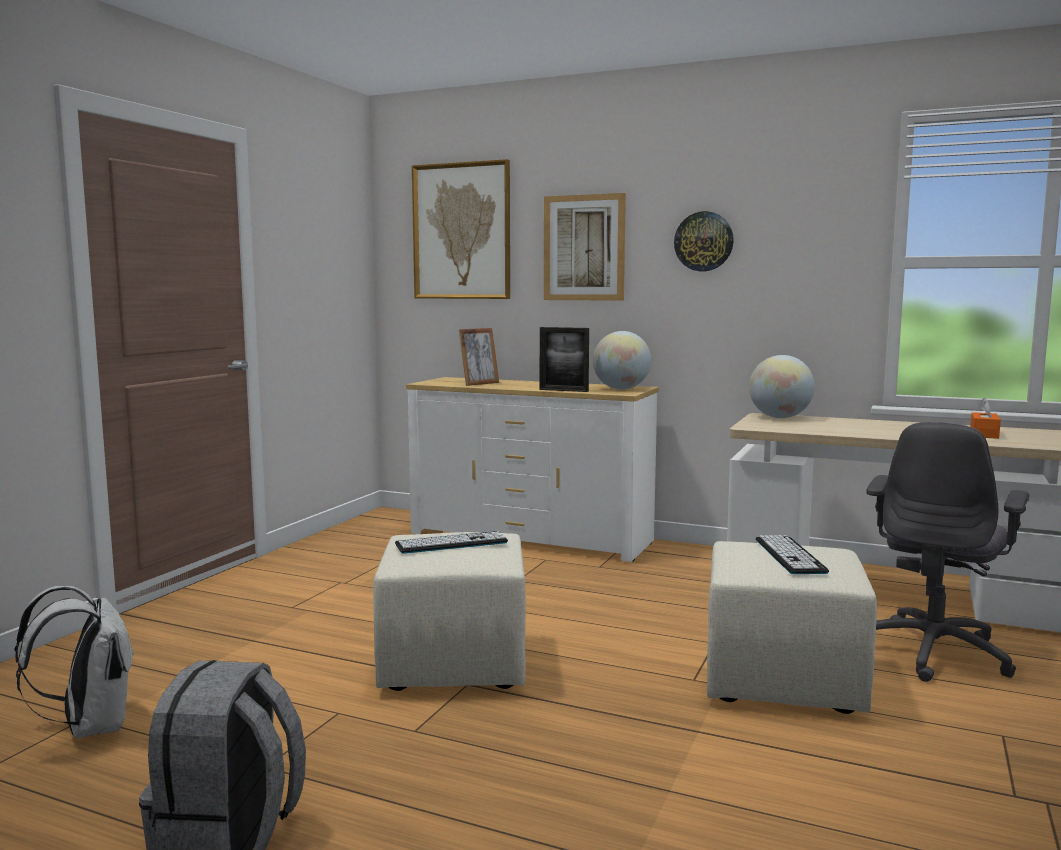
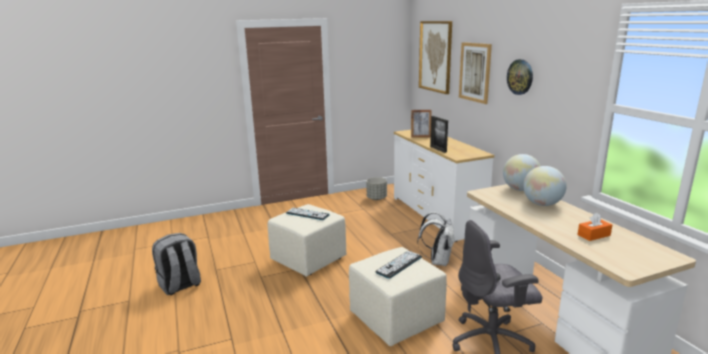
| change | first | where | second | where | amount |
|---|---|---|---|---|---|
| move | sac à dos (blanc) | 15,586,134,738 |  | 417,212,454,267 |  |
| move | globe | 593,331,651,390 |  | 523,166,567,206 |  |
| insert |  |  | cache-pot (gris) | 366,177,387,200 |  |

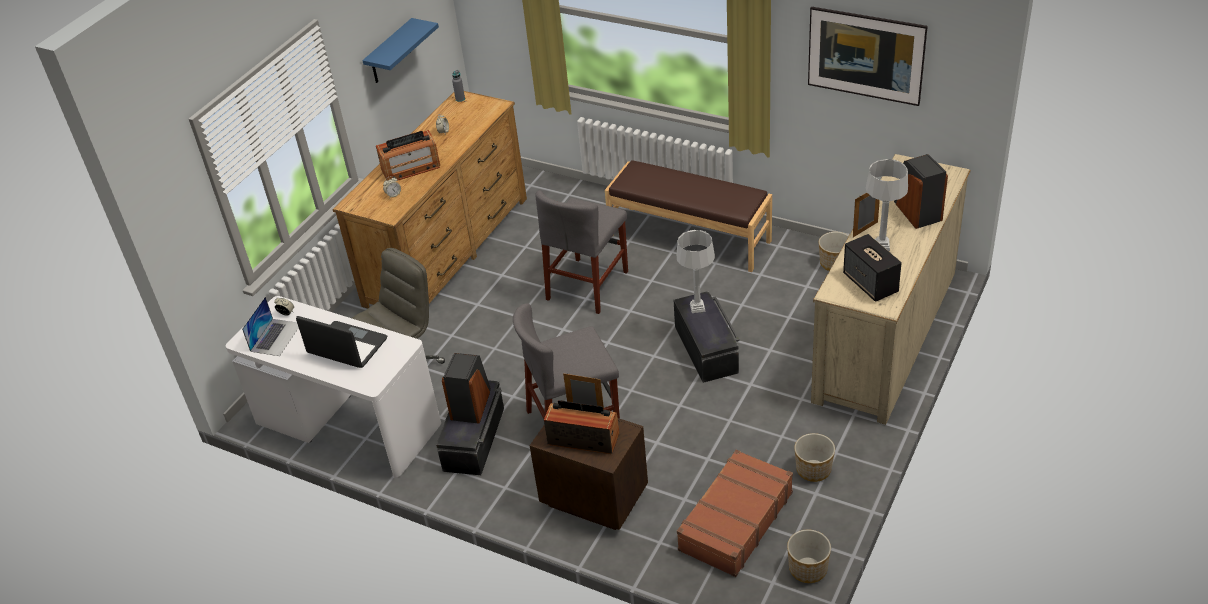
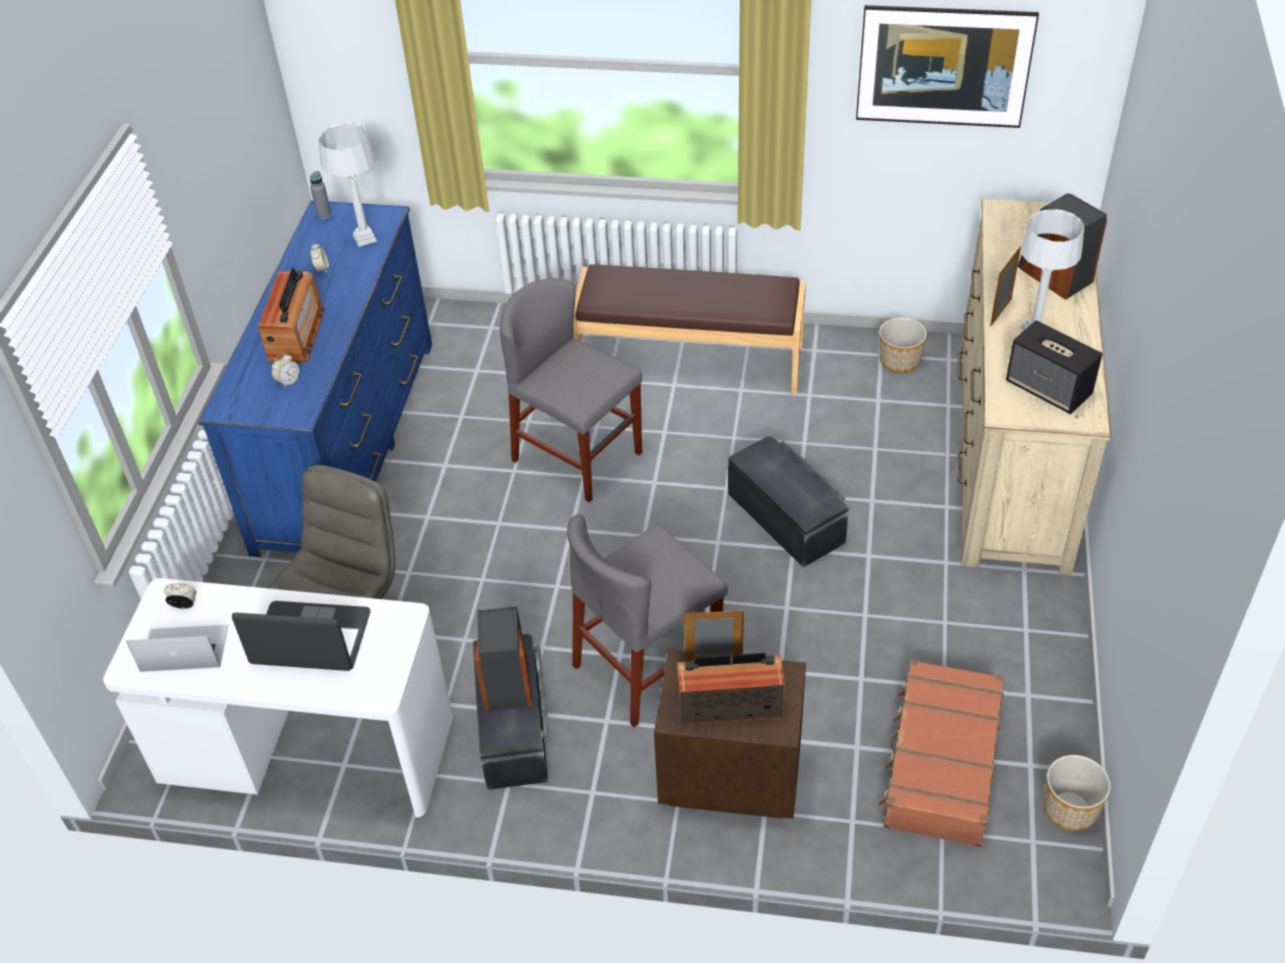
| change | first | where | second | where | amount |
|---|---|---|---|---|---|
| rotate | ordinateur portable | 242,297,299,356 |  | 126,625,228,672 | 90 degrees counterclockwise |
| recolor | commode (marron) | 332,91,527,309 | commode (bleu) | 198,201,432,557 |  |
| delete | étagère (bleu) | 362,18,439,83 |  |  |  |
| rotate | radio | 376,130,440,181 |  | 258,268,325,363 | 45 degrees counterclockwise |
| rotate | chaise (gris) | 535,190,628,314 |  | 500,278,642,503 | 120 degrees clockwise |
| move | lampe de table (gris) | 677,230,715,313 |  | 318,123,377,247 |  |
| delete | cache-pot | 794,433,835,482 |  |  |  |

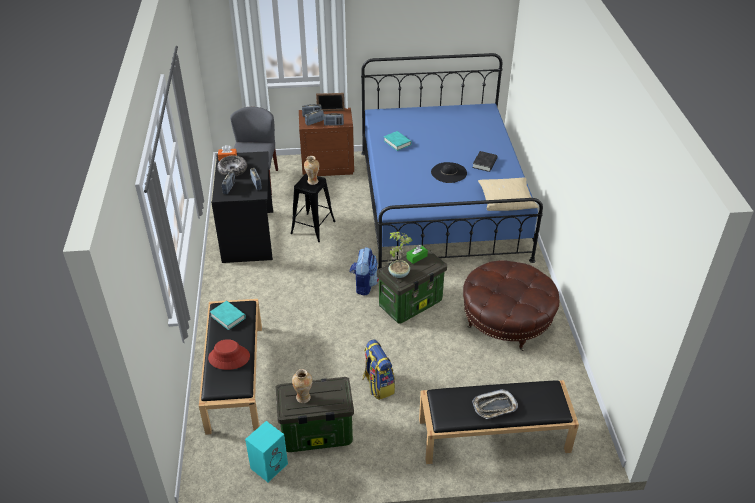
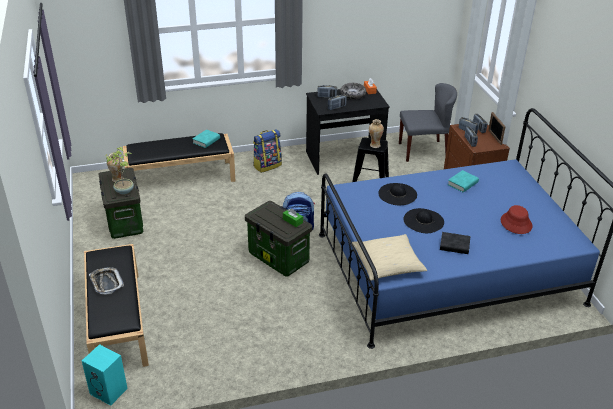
| change | first | where | second | where | amount |
|---|---|---|---|---|---|
| move | chapeau (rouge) | 208,339,250,370 |  | 501,205,533,234 |  |
| move | enceinte (turquoise) | 245,421,288,482 |  | 82,344,128,406 |  |
| move | sac à dos | 363,339,395,400 |  | 253,129,282,173 |  |
| move | plante en pot | 389,232,413,278 |  | 105,147,134,195 |  |
| delete | pouf (marron) | 463,260,559,351 |  |  |  |
| insert |  |  | chapeau (noir) | 379,183,417,205 |  |

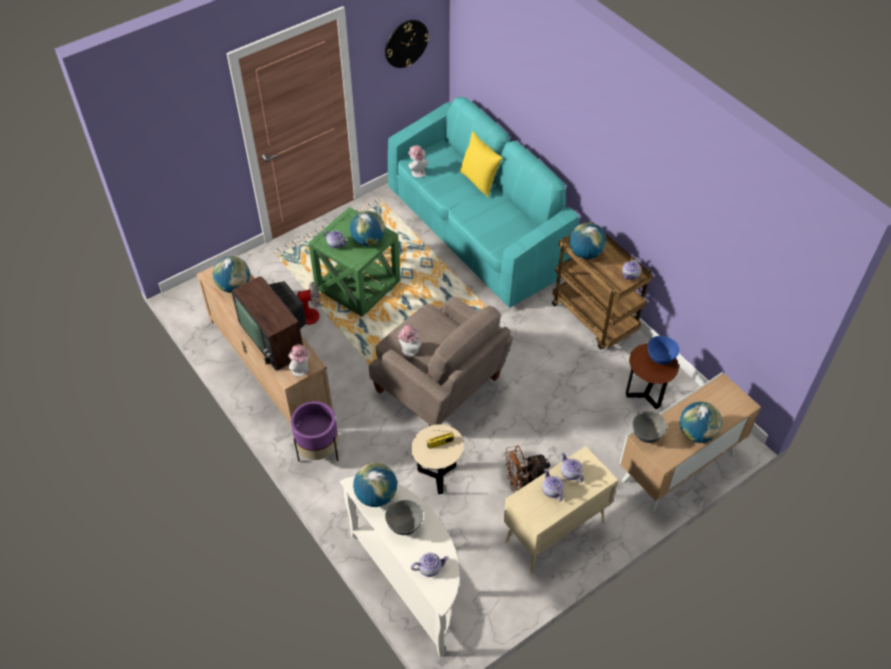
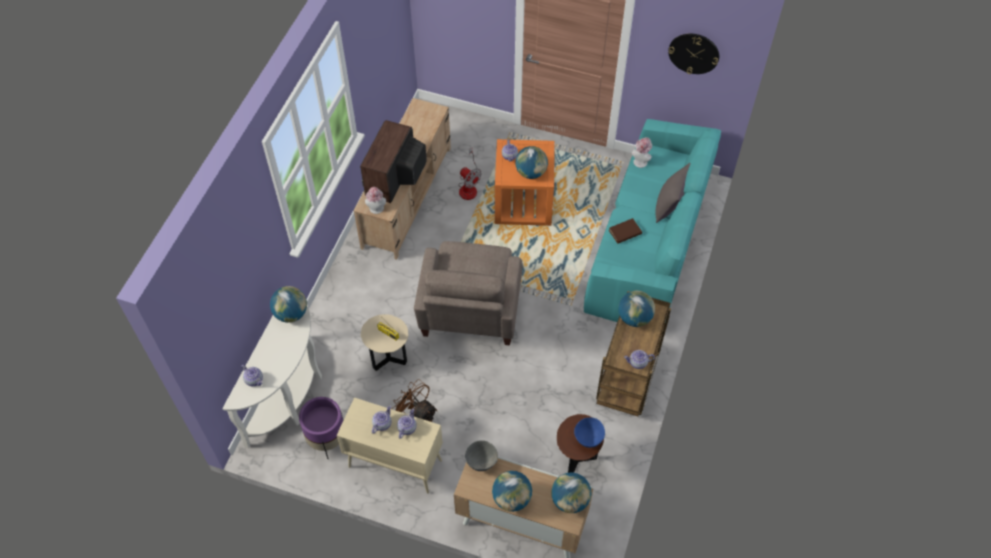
| change | first | where | second | where | amount |
|---|---|---|---|---|---|
| move | globe | 213,256,250,293 |  | 551,472,592,513 |  |
| move | cache-pot (violet) | 291,401,339,462 |  | 299,397,343,459 |  |
| recolor | table d'appoint (vert) | 308,207,401,317 | table d'appoint (orange) | 494,139,555,226 |  |
| delete | bol (gris) | 385,500,423,535 |  |  |  |
| delete | chapeau | 398,325,421,356 |  |  |  |
| recolor | coussin (jaune) | 460,131,502,198 | coussin (gris) | 656,163,691,223 |  |
| insert |  |  | livre (marron) | 609,218,642,244 |  |

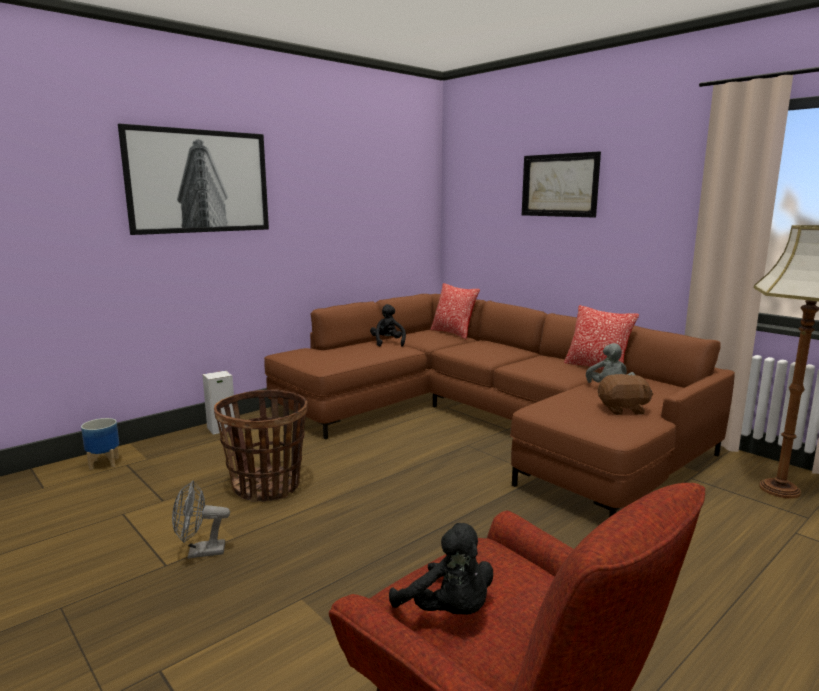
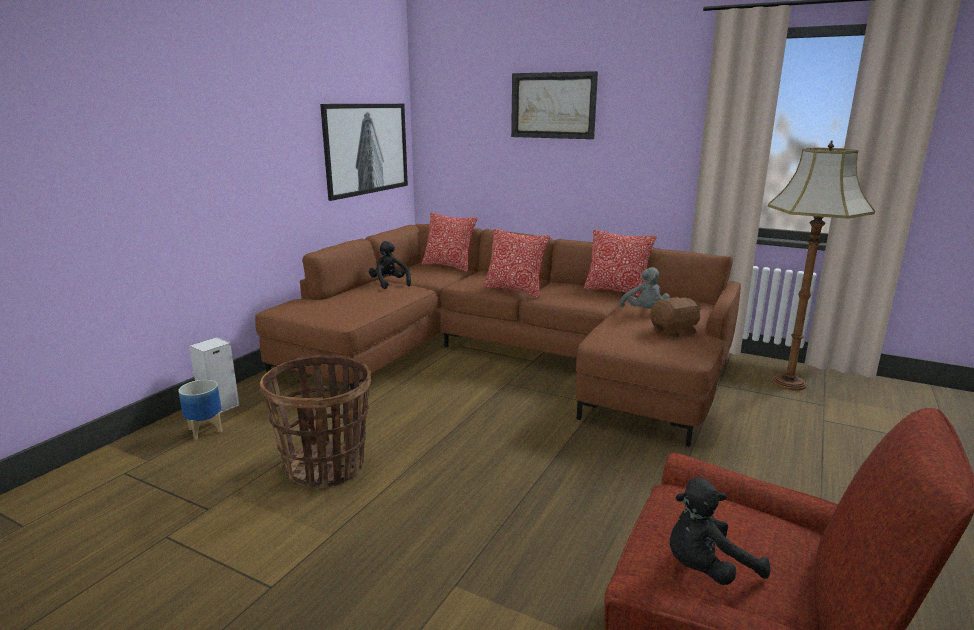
| change | first | where | second | where | amount |
|---|---|---|---|---|---|
| move | cache-pot | 81,418,119,470 |  | 178,380,222,440 |  |
| move | tableau | 118,124,269,235 |  | 320,104,408,201 |  |
| delete | ventilateur (gris) | 172,481,230,559 |  |  |  |
| rotate | peluche (noir) | 389,523,493,615 |  | 670,478,771,585 | 135 degrees clockwise |
| insert |  |  | coussin | 483,229,550,298 |  |

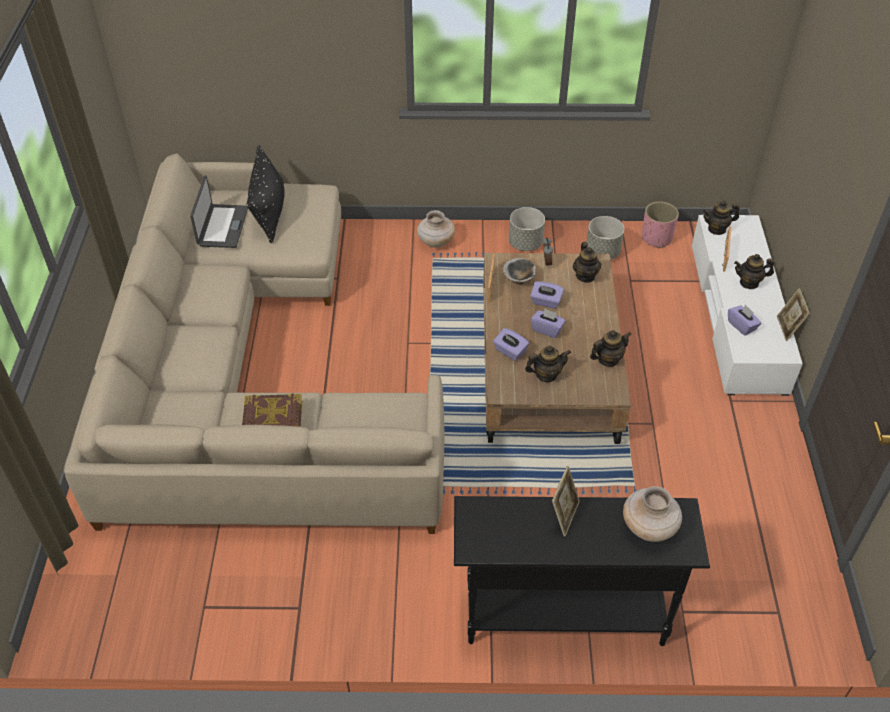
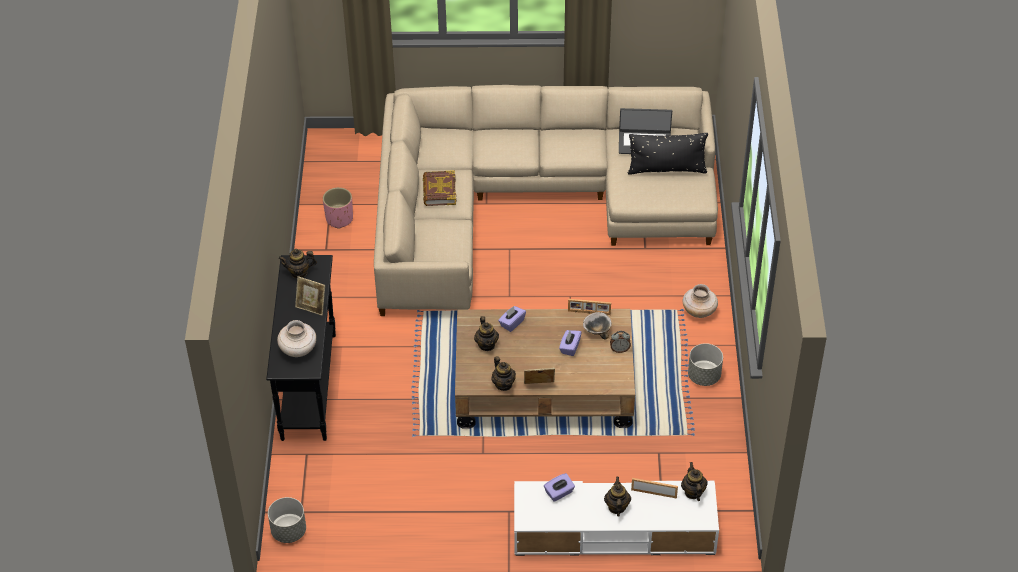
| change | first | where | second | where | amount |
|---|---|---|---|---|---|
| delete | boîte à mouchoirs (violet) | 531,308,566,338 |  |  |  |
| move | théière | 573,242,601,283 |  | 279,249,317,279 |  |
| move | cache-pot (gris) | 587,216,624,260 |  | 268,497,306,543 |  |
| move | cache-pot (rose) | 642,201,679,248 |  | 323,187,353,229 |  |
| move | cadre photo | 777,288,810,341 |  | 524,368,555,384 |  |

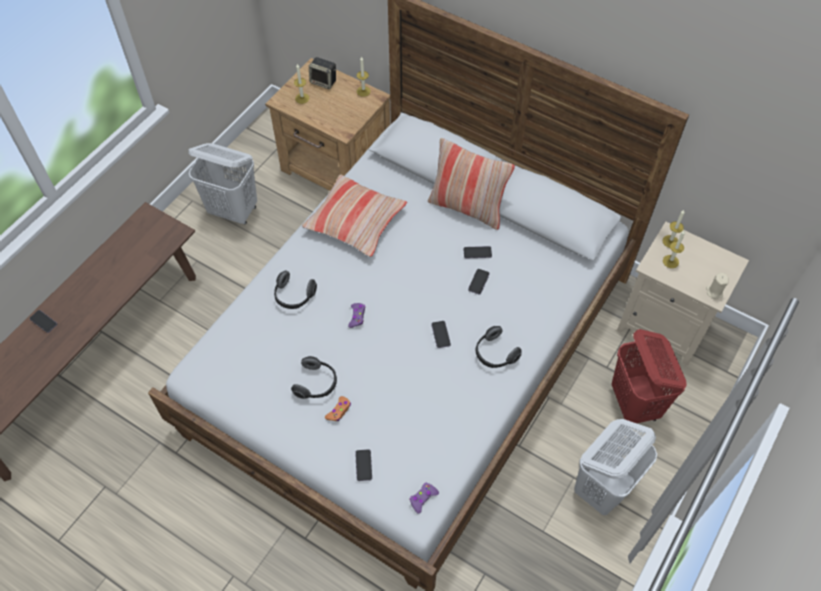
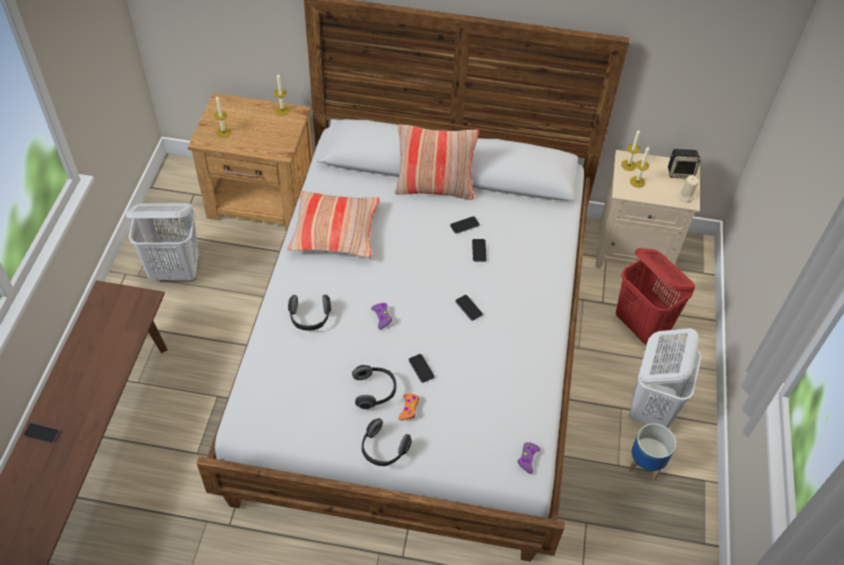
| change | first | where | second | where | amount |
|---|---|---|---|---|---|
| move | enceinte | 309,57,336,89 |  | 668,149,701,179 |  |
| move | téléphone | 355,449,372,481 |  | 409,354,435,383 |  |
| move | casque audio | 476,326,522,368 |  | 362,418,412,466 |  |
| insert |  |  | cache-pot | 629,423,676,480 |  |

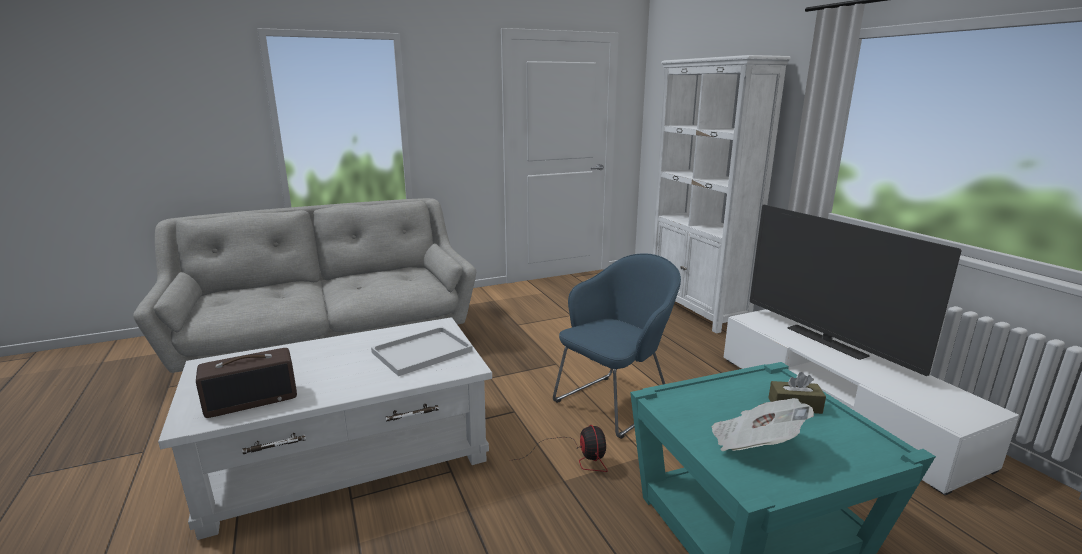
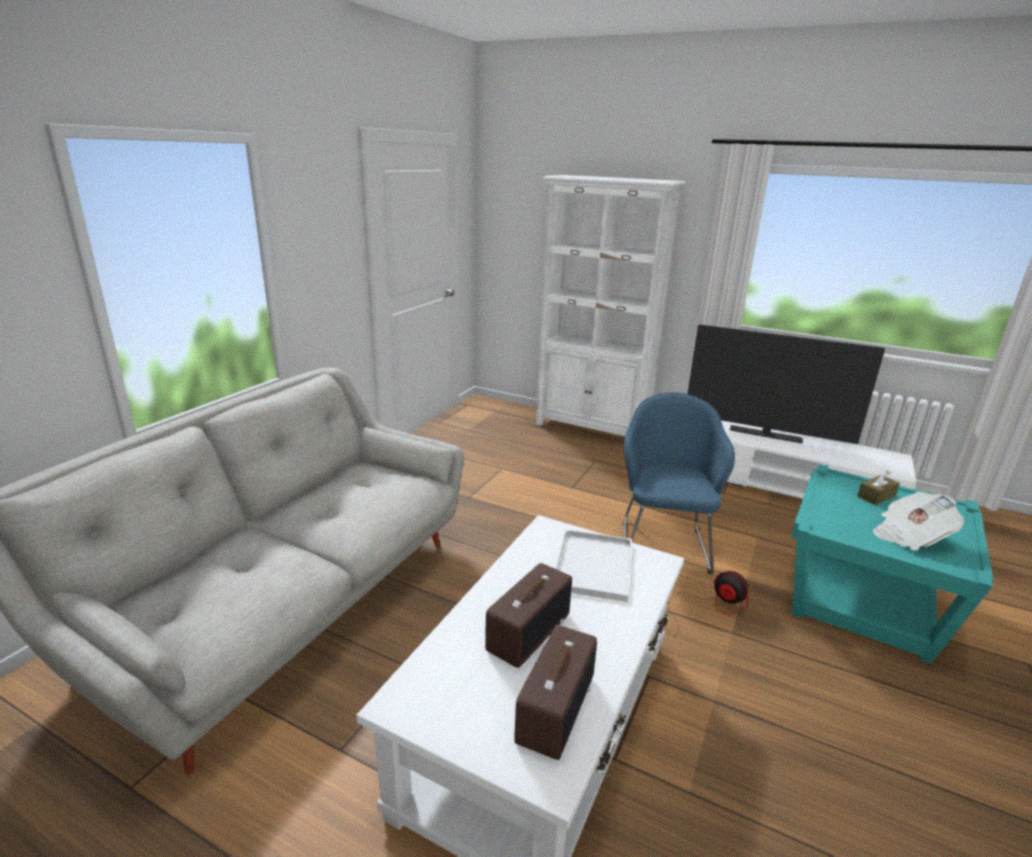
| change | first | where | second | where | amount |
|---|---|---|---|---|---|
| insert |  |  | radio | 485,563,572,668 |  |

